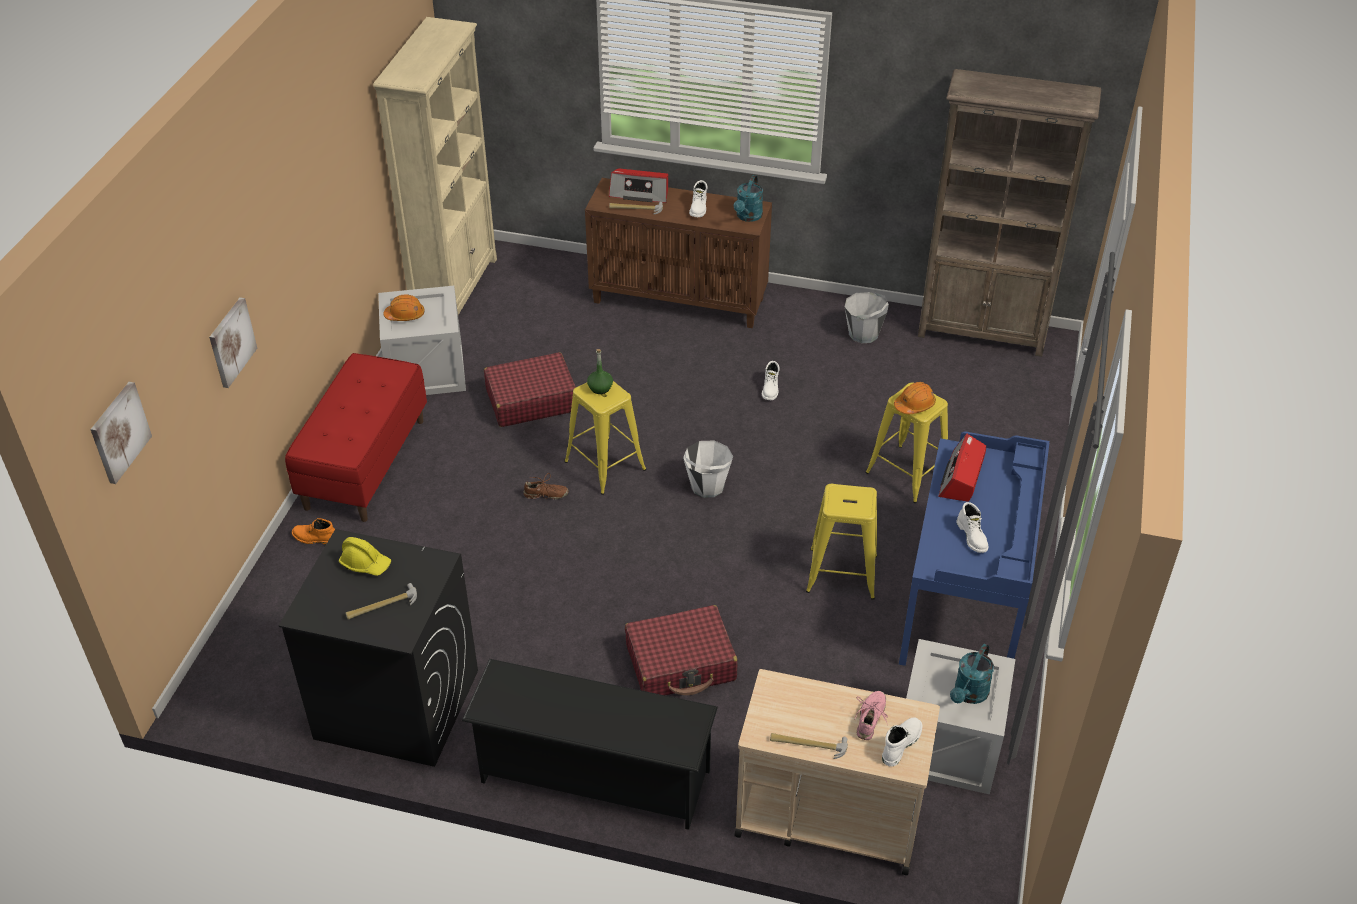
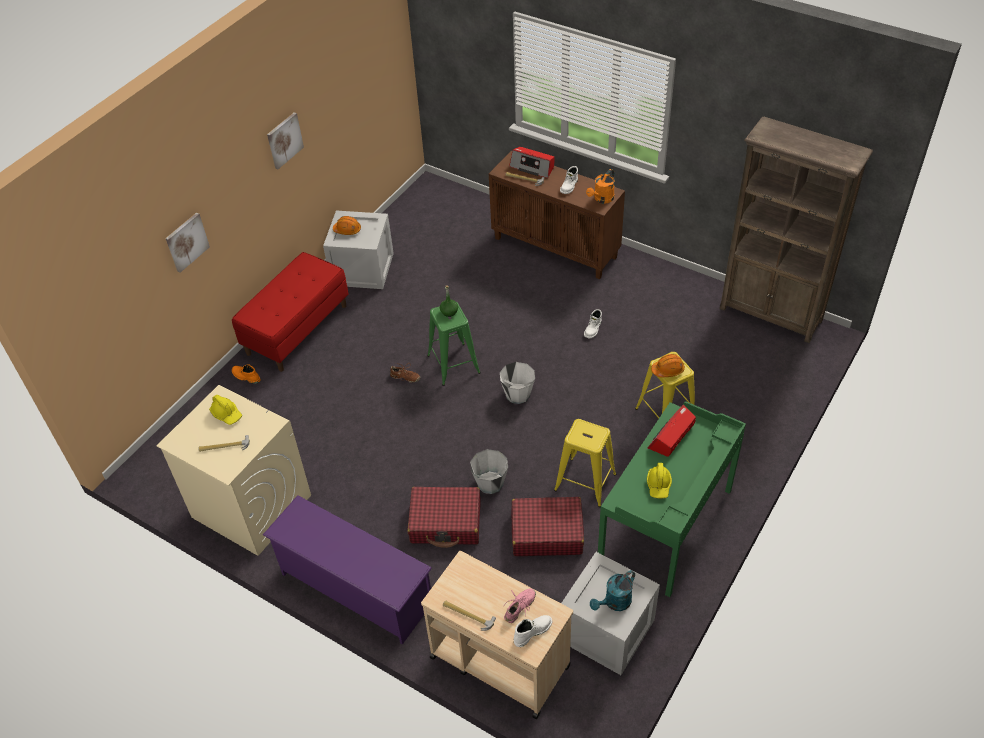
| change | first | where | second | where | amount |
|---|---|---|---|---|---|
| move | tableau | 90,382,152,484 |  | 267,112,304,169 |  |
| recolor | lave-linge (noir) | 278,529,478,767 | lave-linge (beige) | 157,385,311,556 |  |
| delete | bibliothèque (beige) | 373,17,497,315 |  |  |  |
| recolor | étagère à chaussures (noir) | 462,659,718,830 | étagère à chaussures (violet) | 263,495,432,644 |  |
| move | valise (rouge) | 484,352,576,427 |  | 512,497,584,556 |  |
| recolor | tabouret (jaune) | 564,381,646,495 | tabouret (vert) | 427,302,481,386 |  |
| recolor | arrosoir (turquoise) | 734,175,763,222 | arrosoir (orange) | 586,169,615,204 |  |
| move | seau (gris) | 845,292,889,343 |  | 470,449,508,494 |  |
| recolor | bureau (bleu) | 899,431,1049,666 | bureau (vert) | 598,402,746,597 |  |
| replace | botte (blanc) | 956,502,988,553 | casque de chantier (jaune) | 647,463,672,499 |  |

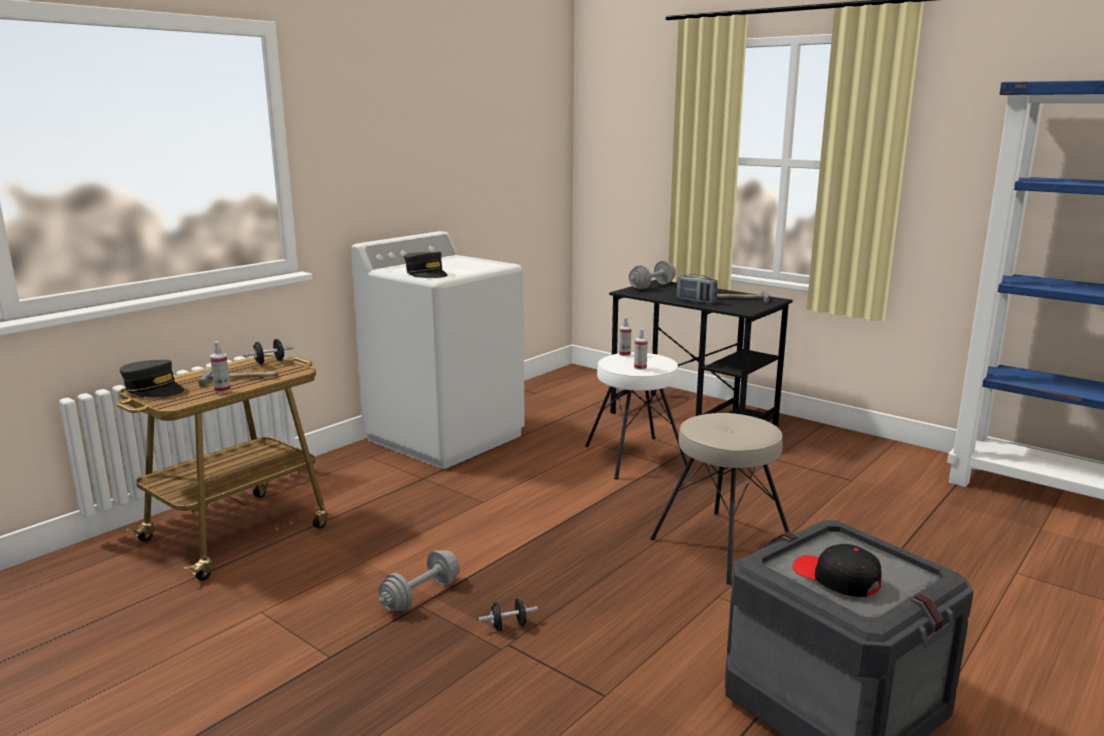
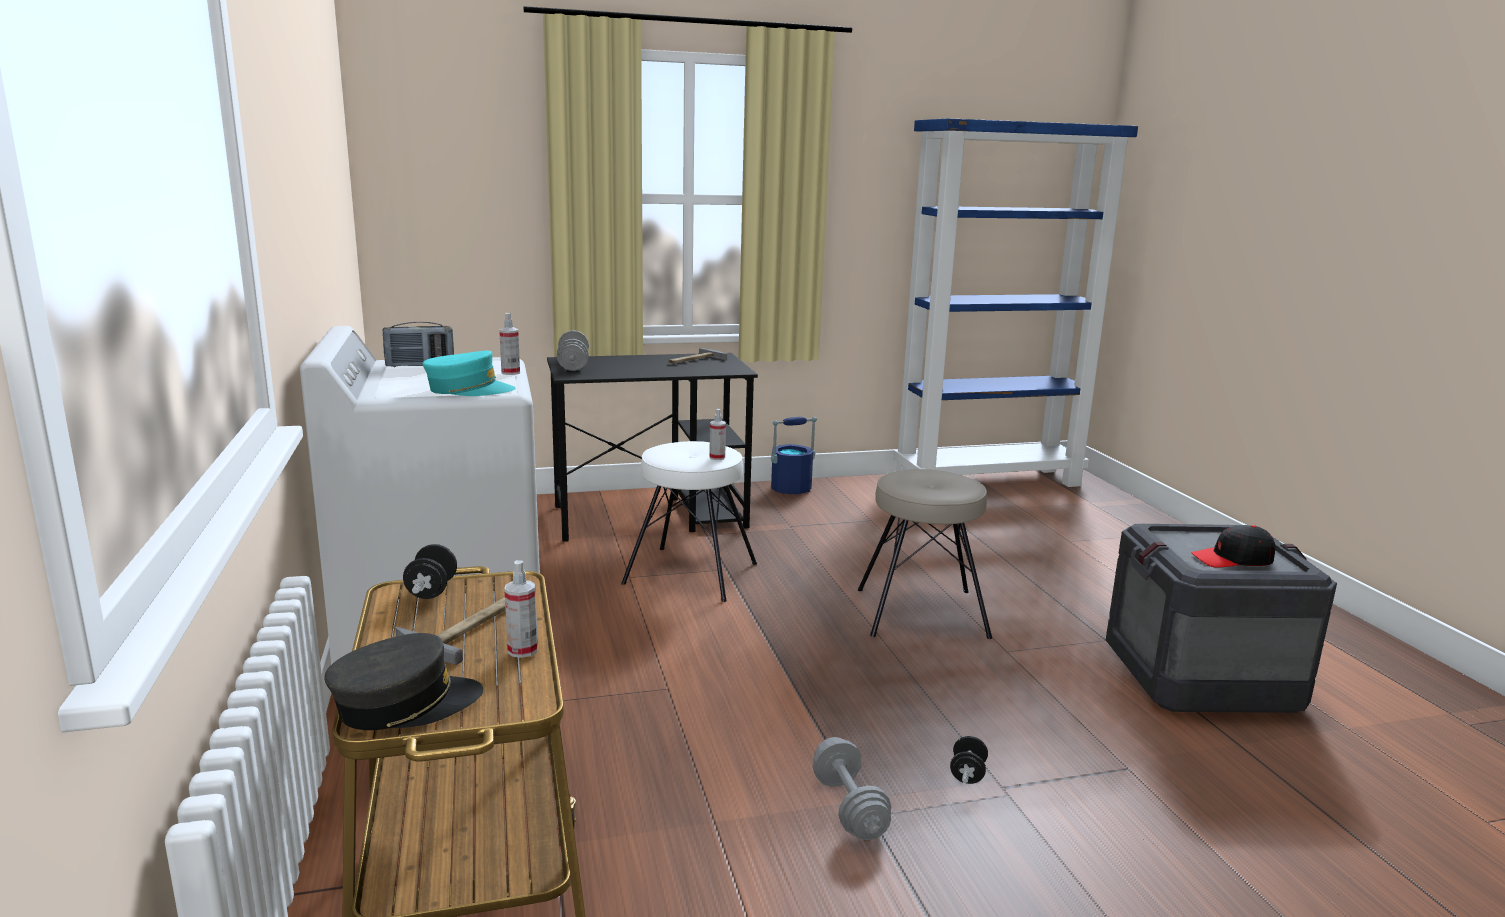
| change | first | where | second | where | amount |
|---|---|---|---|---|---|
| recolor | casquette (gris) | 404,252,448,278 | casquette (turquoise) | 422,351,516,396 |  |
| move | vaporisateur | 619,317,631,356 |  | 499,313,520,375 |  |
| move | radio | 677,274,718,304 |  | 383,322,454,367 |  |
| insert |  |  | seau (bleu) | 771,417,817,494 |  |

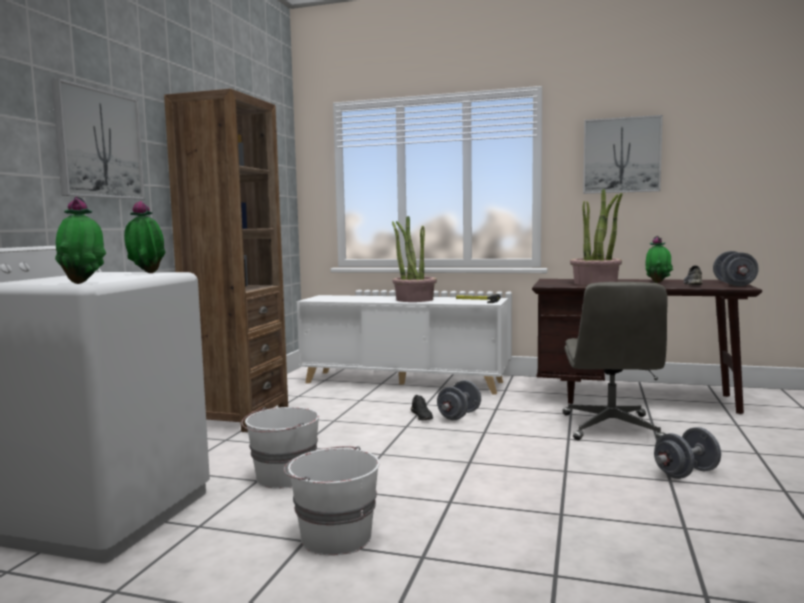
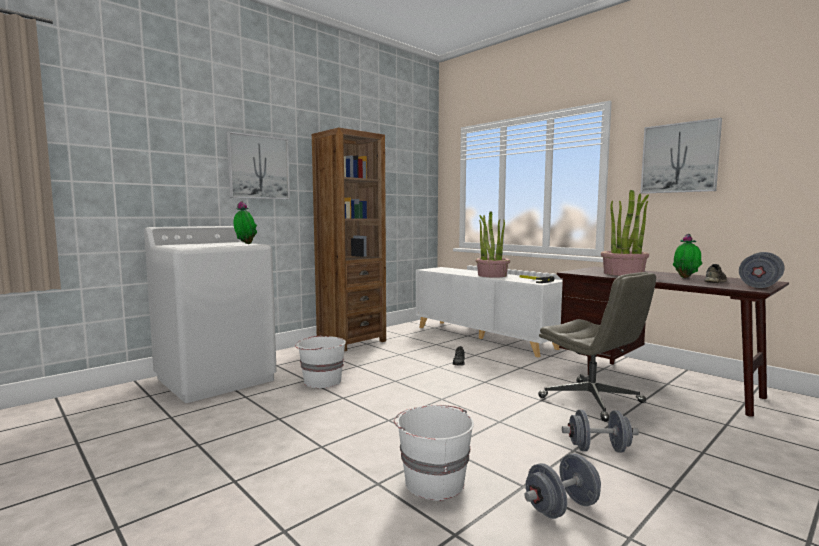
| change | first | where | second | where | amount |
|---|---|---|---|---|---|
| delete | plante en pot | 55,196,106,284 |  |  |  |
| move | seau (blanc) | 284,446,380,556 |  | 394,405,474,501 |  |
| move | haltère (gris) | 437,380,481,420 |  | 524,453,601,519 |  |
| rotate | chaise de bureau (gris) | 563,282,668,440 |  | 538,272,656,422 | 75 degrees counterclockwise |

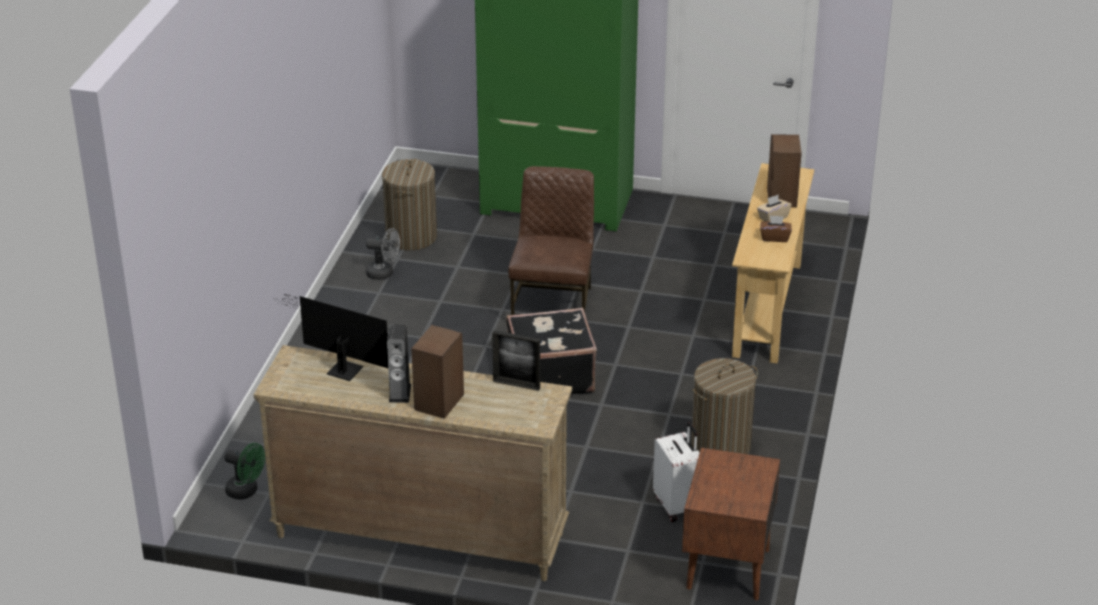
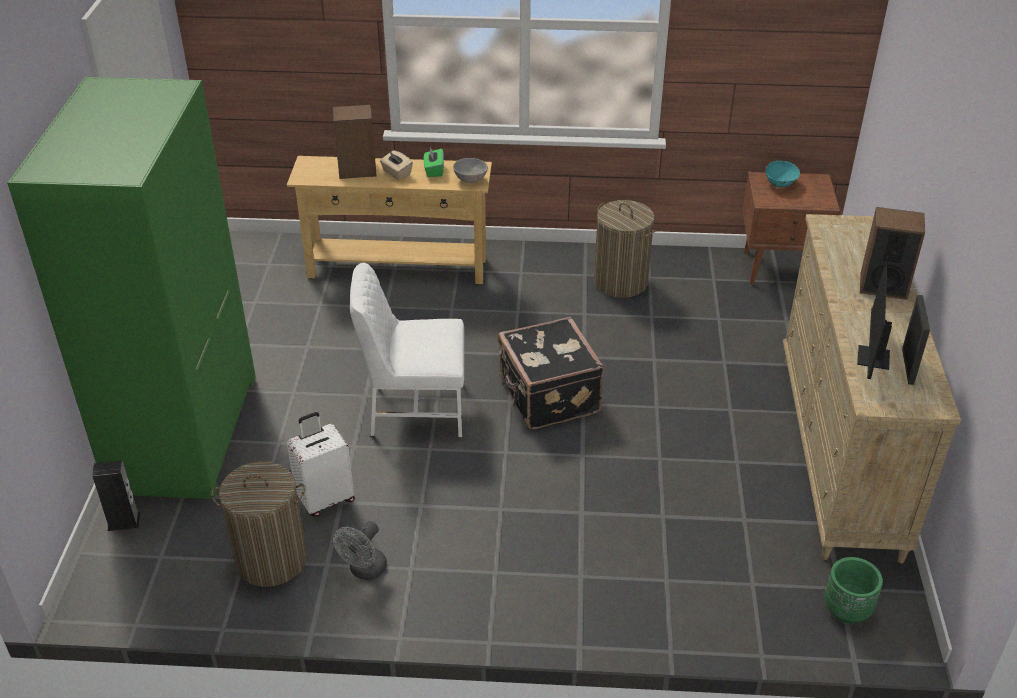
| change | first | where | second | where | amount |
|---|---|---|---|---|---|
| replace | ventilateur (vert) | 224,443,265,500 | cache-pot (vert) | 824,557,883,624 |  |
| rotate | ventilateur (gris) | 366,228,400,280 |  | 333,521,387,580 | 150 degrees counterclockwise |
| move | enceinte | 387,324,411,403 |  | 92,460,141,531 |  |
| move | cadre photo | 492,330,540,391 |  | 902,295,930,385 |  |
| recolor | chaise (marron) | 508,166,594,315 | chaise (blanc) | 350,263,464,438 |  |
| move | valise (blanc) | 653,423,700,522 |  | 287,412,355,516 |  |
| recolor | boîte à mouchoirs (marron) | 760,215,792,242 | boîte à mouchoirs (vert) | 424,146,444,177 |  |
| insert |  |  | bol (gris) | 453,158,488,183 |  |
| insert |  |  | bol (turquoise) | 766,161,800,187 |  |

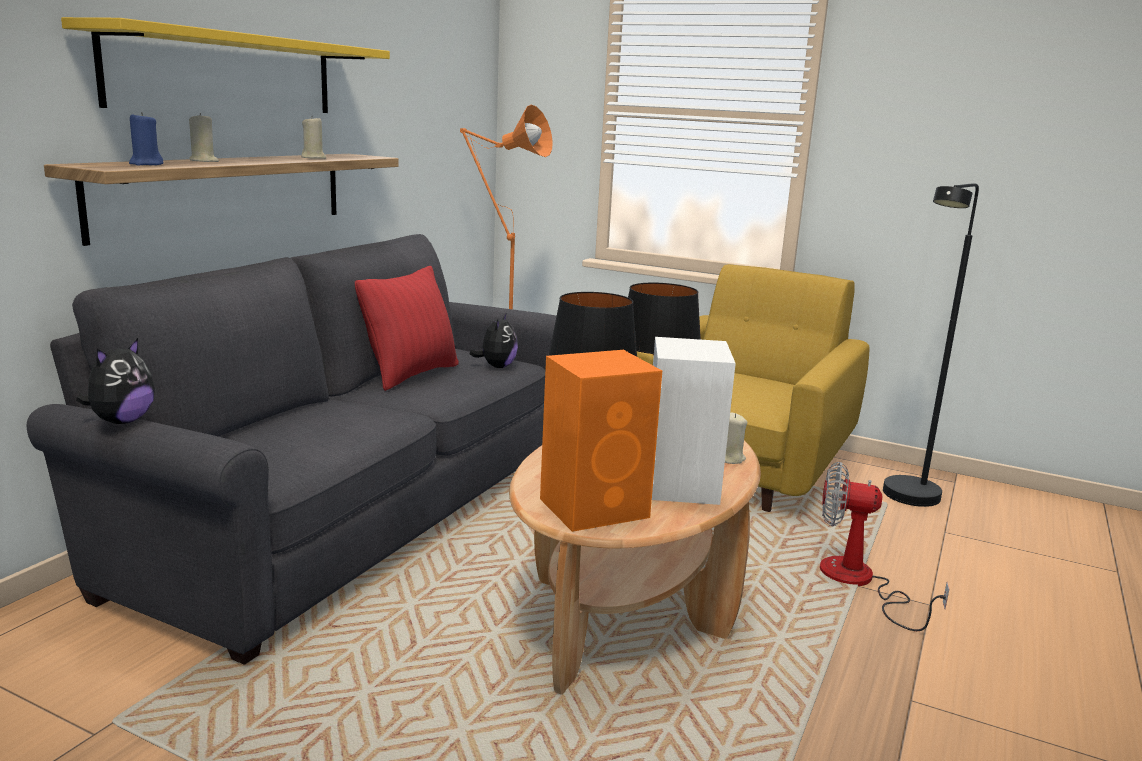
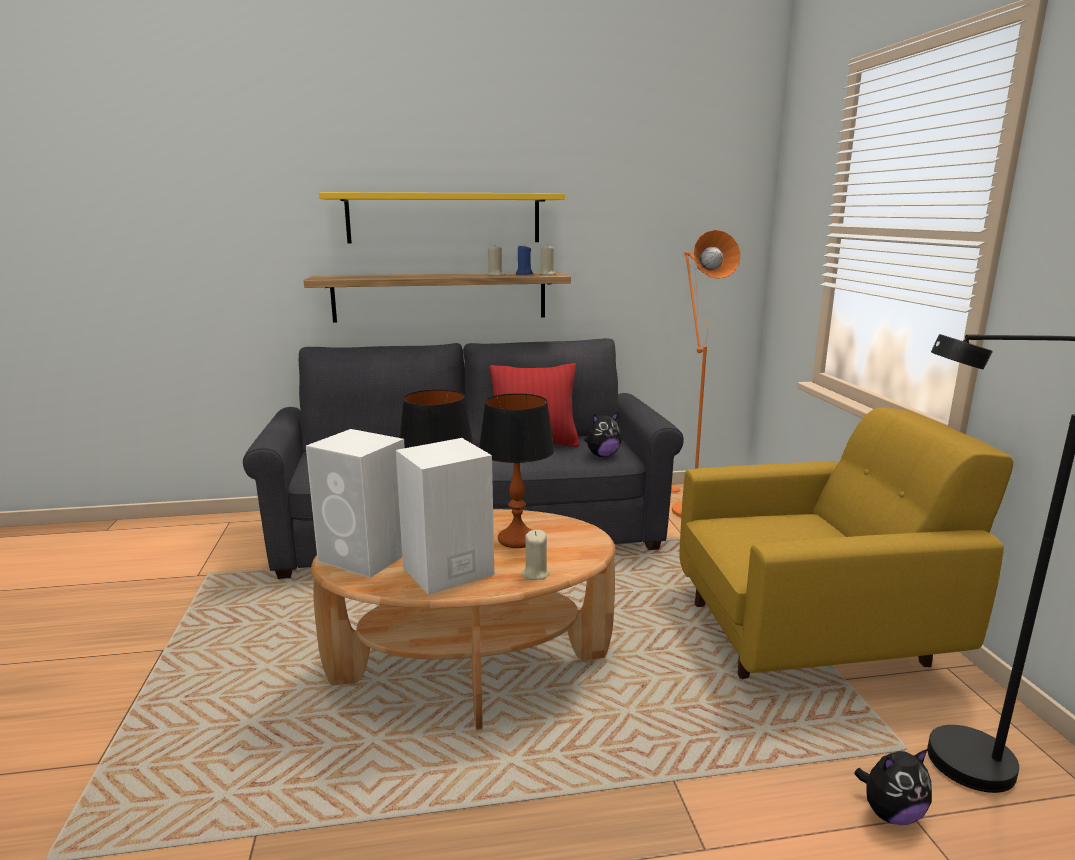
| change | first | where | second | where | amount |
|---|---|---|---|---|---|
| move | peluche | 76,338,155,424 |  | 854,749,932,825 |  |
| move | bougie (bleu) | 129,112,163,166 |  | 516,245,533,275 |  |
| move | bougie (beige) | 189,113,219,162 |  | 539,244,556,275 |  |
| recolor | enceinte (orange) | 540,350,662,532 | enceinte (blanc) | 306,429,405,578 |  |
| delete | ventilateur | 820,462,949,631 |  |  |  |

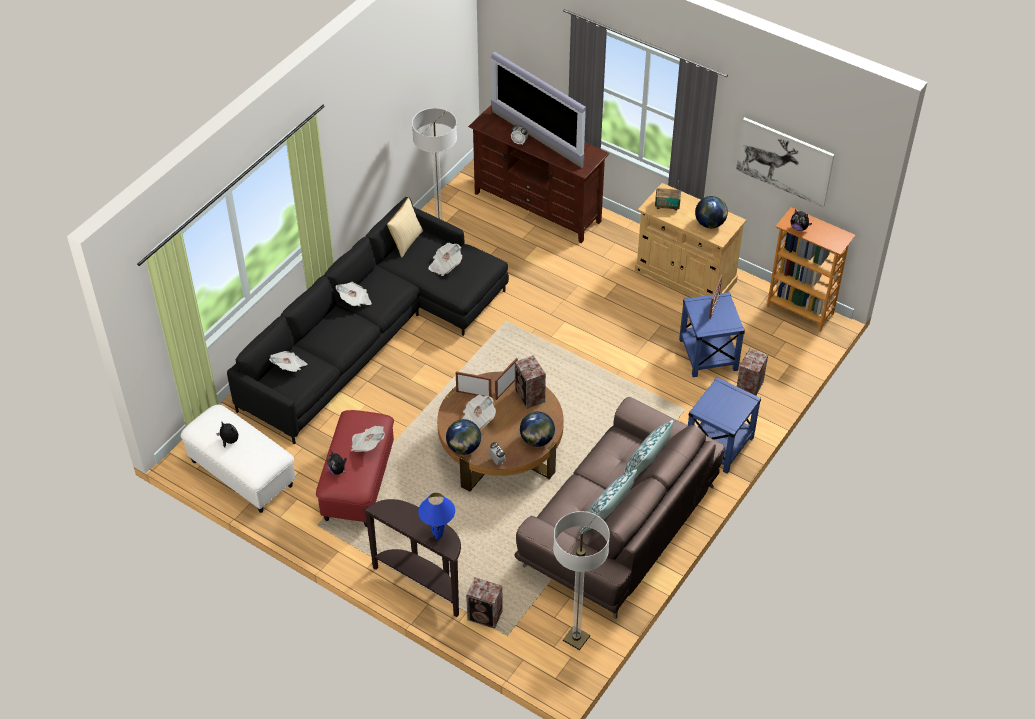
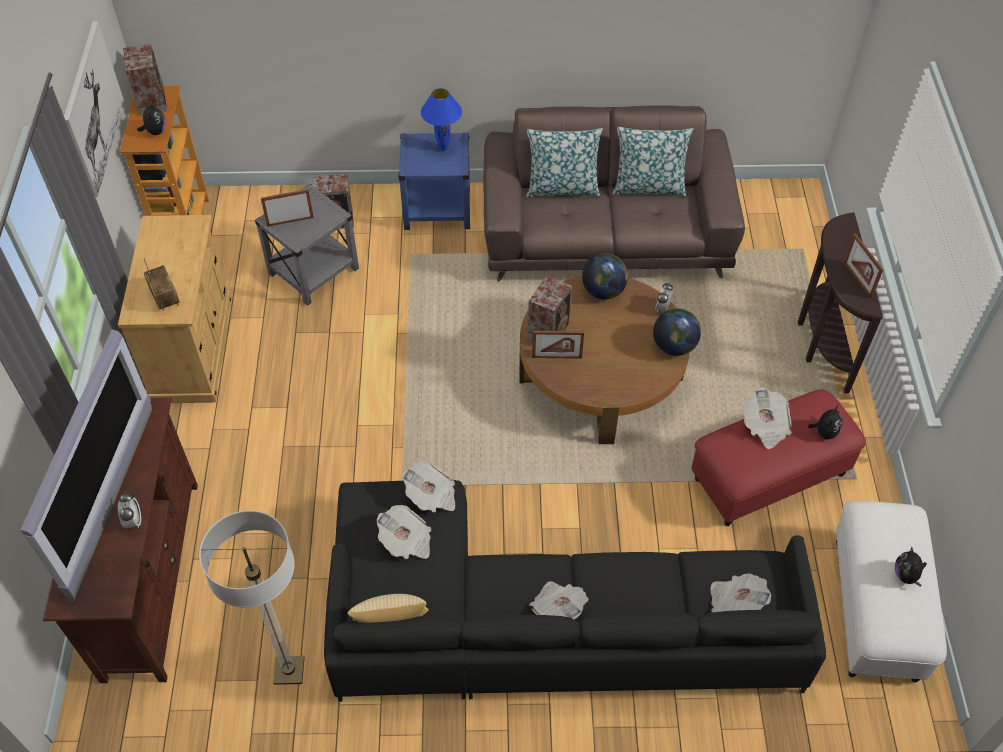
| change | first | where | second | where | amount |
|---|---|---|---|---|---|
| move | lampe de table (bleu) | 418,493,455,539 |  | 421,88,462,151 |  |
| move | cadre photo | 456,371,492,398 |  | 844,233,884,298 |  |
| move | journal | 462,395,496,430 |  | 403,461,455,512 |  |
| move | enceinte | 466,577,503,628 |  | 123,44,167,116 |  |
| delete | lampadaire | 553,511,610,650 |  |  |  |
| recolor | table d'appoint (bleu) | 679,292,745,377 | table d'appoint (gris) | 255,184,359,306 |  |
| delete | globe | 695,196,728,228 |  |  |  |

